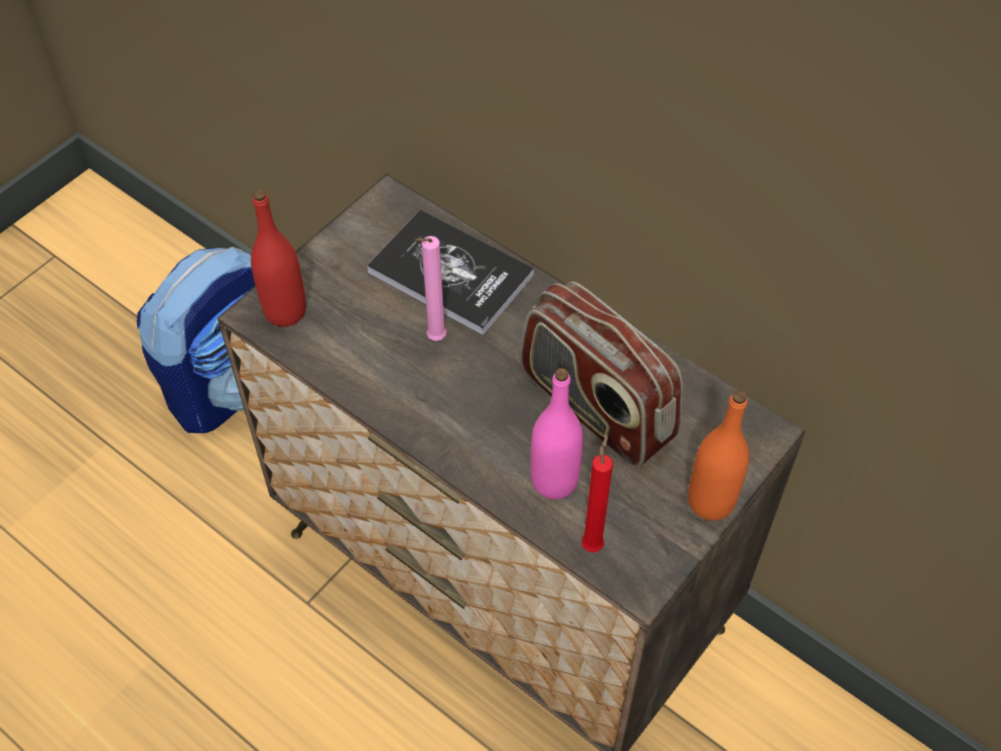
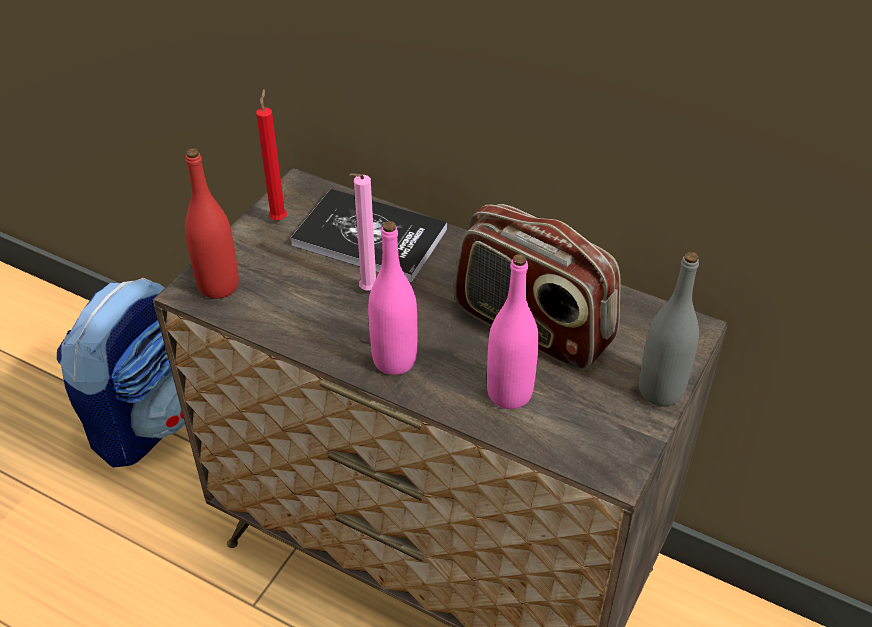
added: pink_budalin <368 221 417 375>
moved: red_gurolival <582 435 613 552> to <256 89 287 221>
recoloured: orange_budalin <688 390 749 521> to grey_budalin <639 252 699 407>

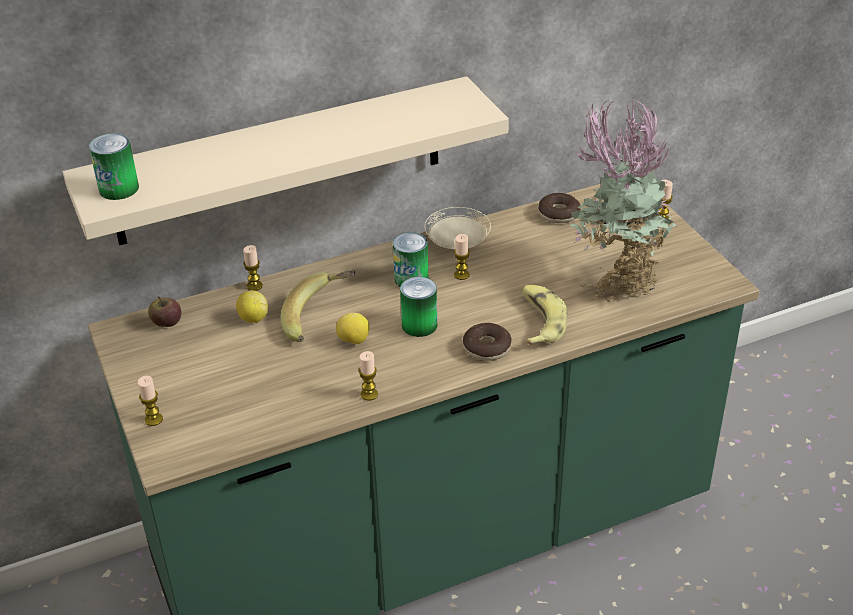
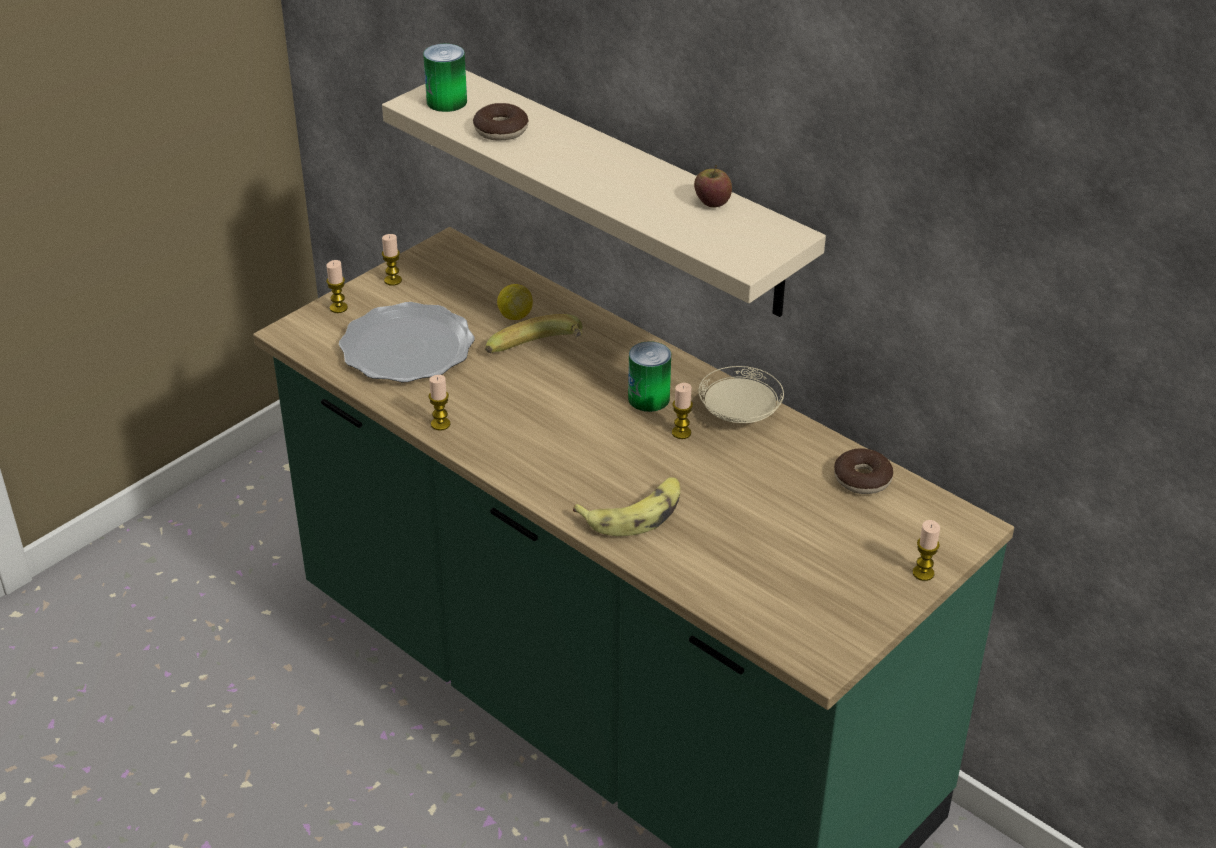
removed: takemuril <336 313 369 345>; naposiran <400 277 437 337>; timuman <570 98 677 302>
added: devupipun <339 302 474 382>
moved: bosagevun <148 296 181 327> to <694 165 732 208>; gurolival <243 245 263 291> to <382 234 402 286>; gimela <463 323 512 361> to <473 103 529 140>

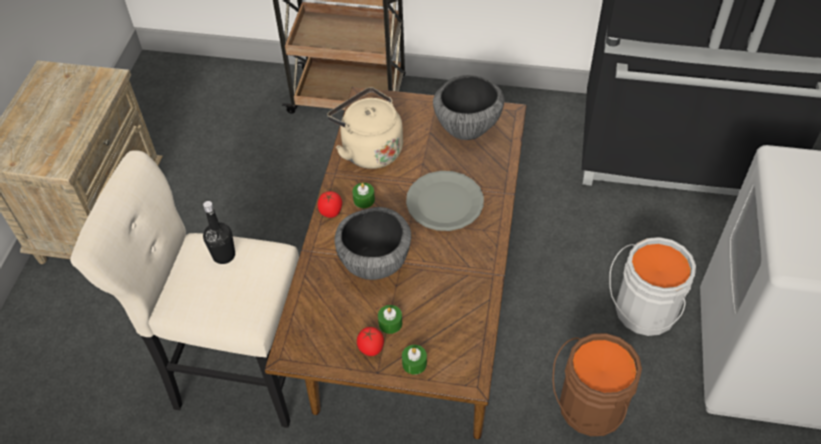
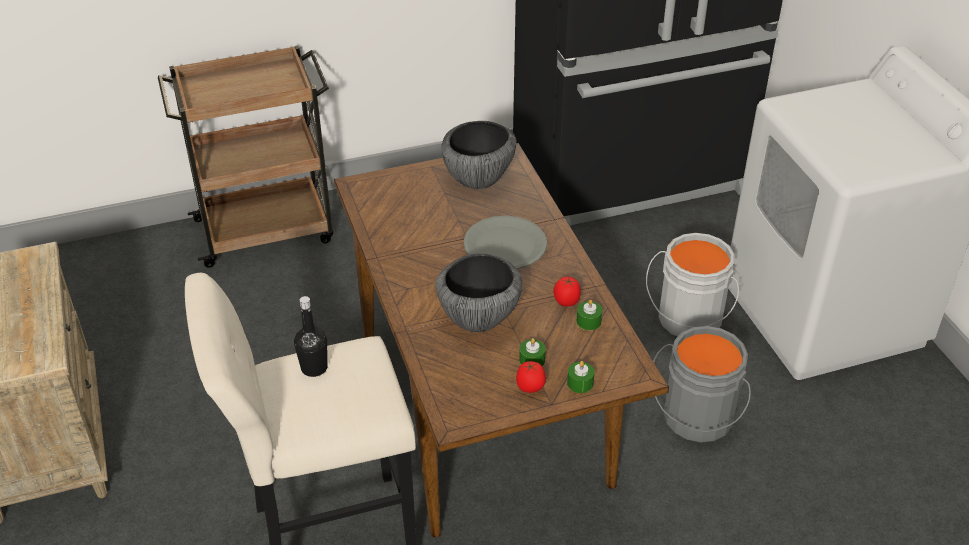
removed: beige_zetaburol <327 87 403 169>
moved: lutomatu <318 191 342 218> to <553 276 581 307>; green_gurolival <352 183 375 208> to <576 299 602 330>
recoloured: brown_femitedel <553 333 642 436> to grey_femitedel <653 326 751 442>

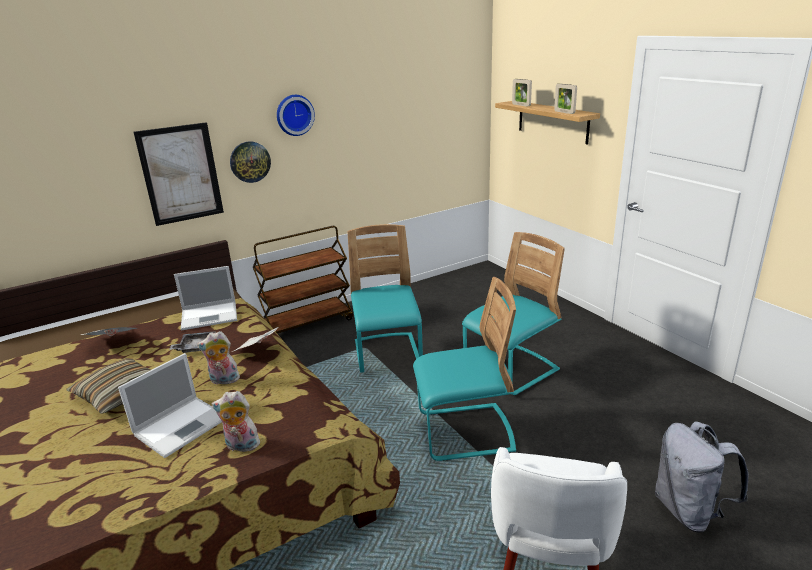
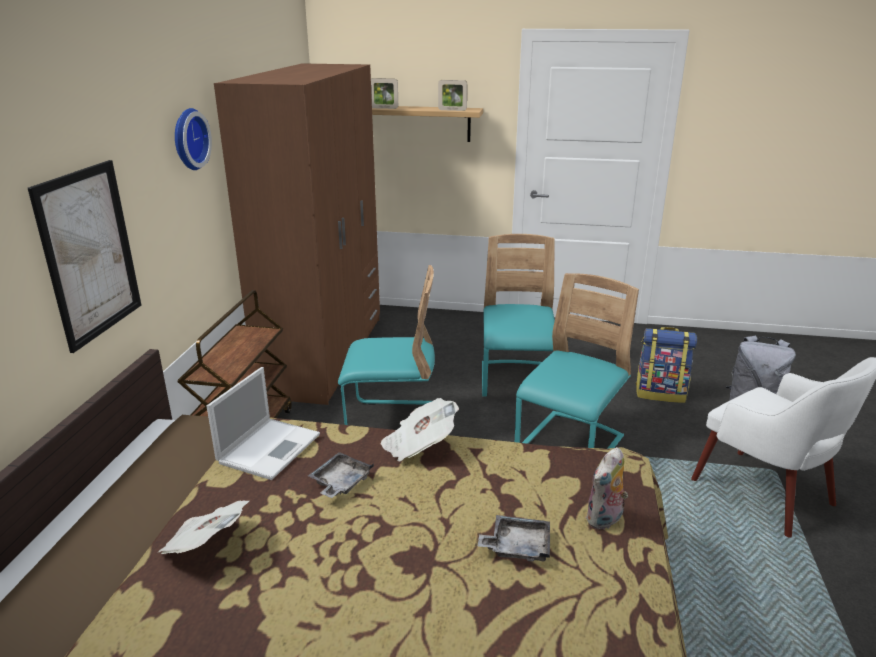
removed: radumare <66 358 151 414>; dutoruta <197 331 241 385>; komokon <230 141 271 183>
added: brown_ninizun <214 63 380 405>; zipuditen <636 327 697 403>
replaced: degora <118 353 222 458> to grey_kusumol <478 515 550 561>
turned: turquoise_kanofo <347 224 423 373> = <338 265 435 425> 150 degrees clockwise

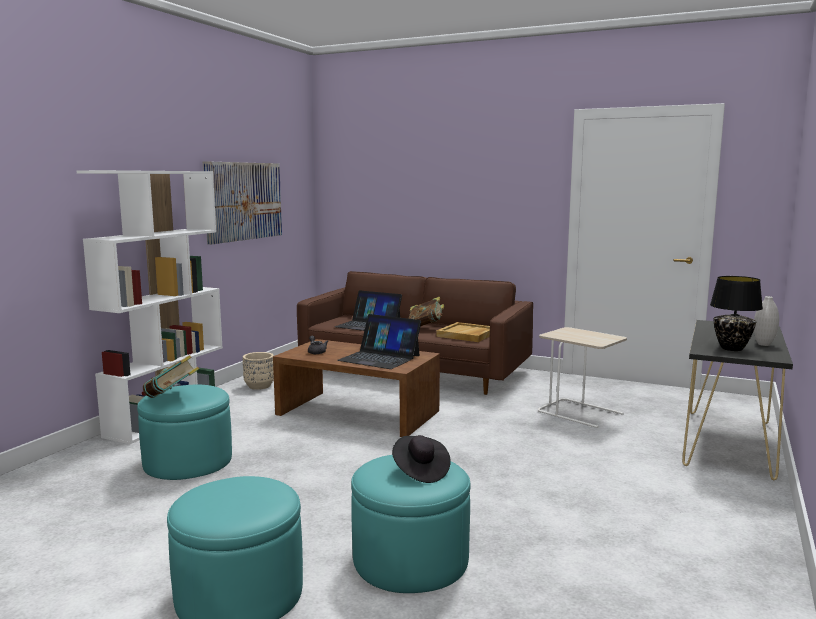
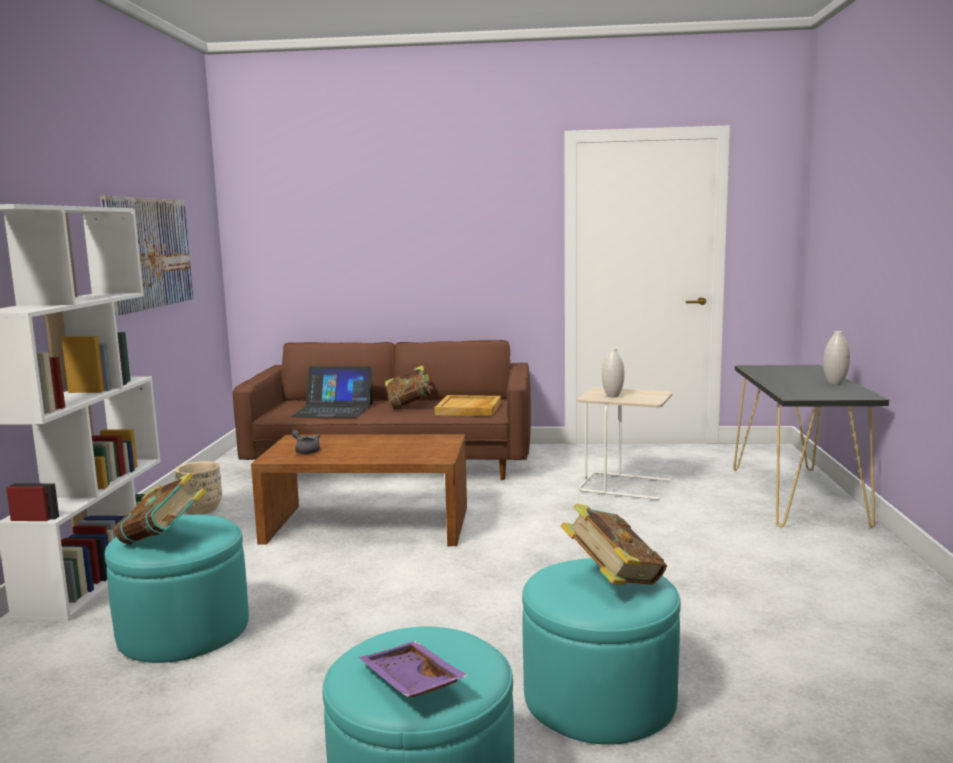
removed: degora <337 314 421 369>; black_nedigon <710 276 763 351>
added: purple_kusumol <359 641 468 697>; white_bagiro <602 347 624 397>
replaced: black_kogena <392 435 451 483> to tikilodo <561 504 667 585>

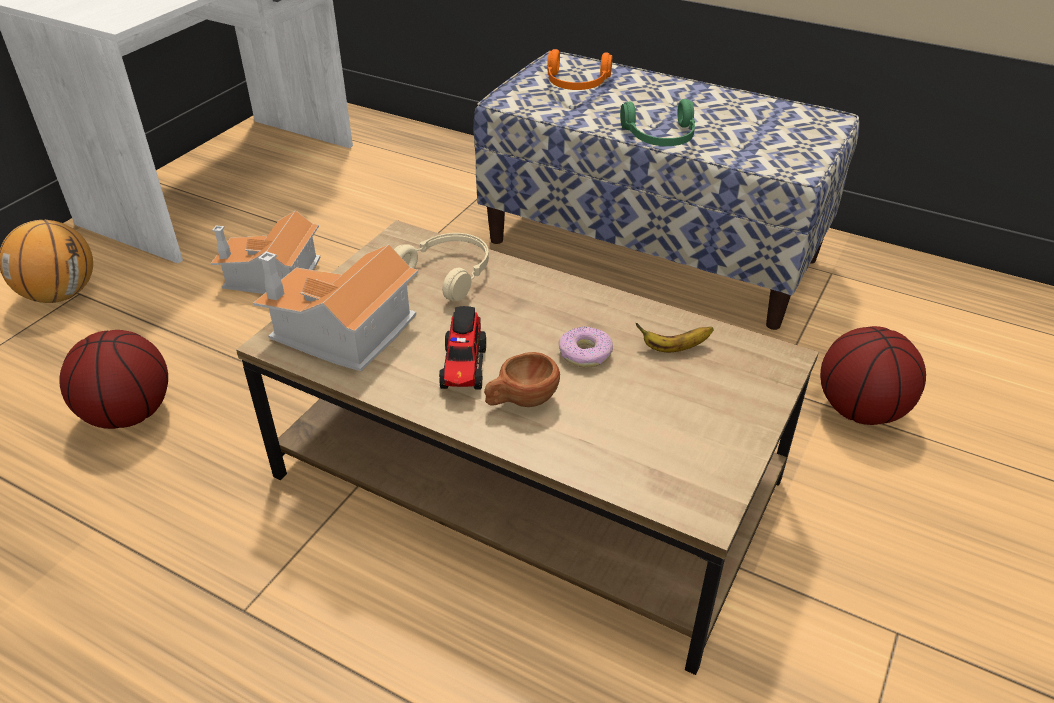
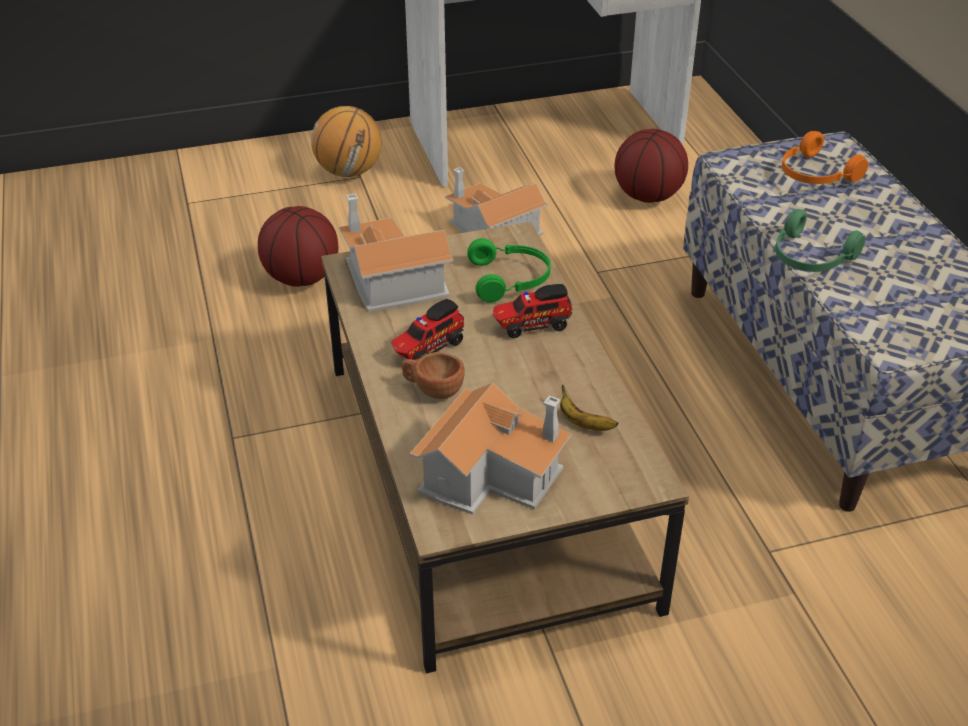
removed: gimela <558 326 613 368>
added: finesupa <410 383 572 515>; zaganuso <493 284 573 338>
moved: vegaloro <820 326 926 425> to <614 129 688 203>
recoloured: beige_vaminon <394 233 489 301> to green_vaminon <467 238 551 303>

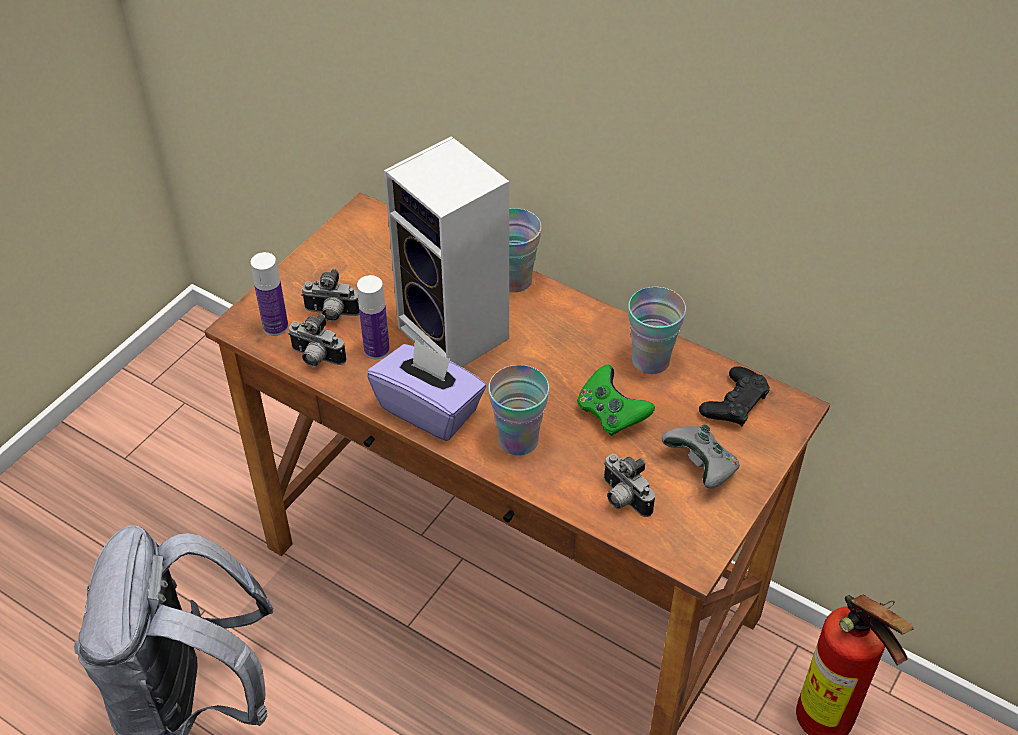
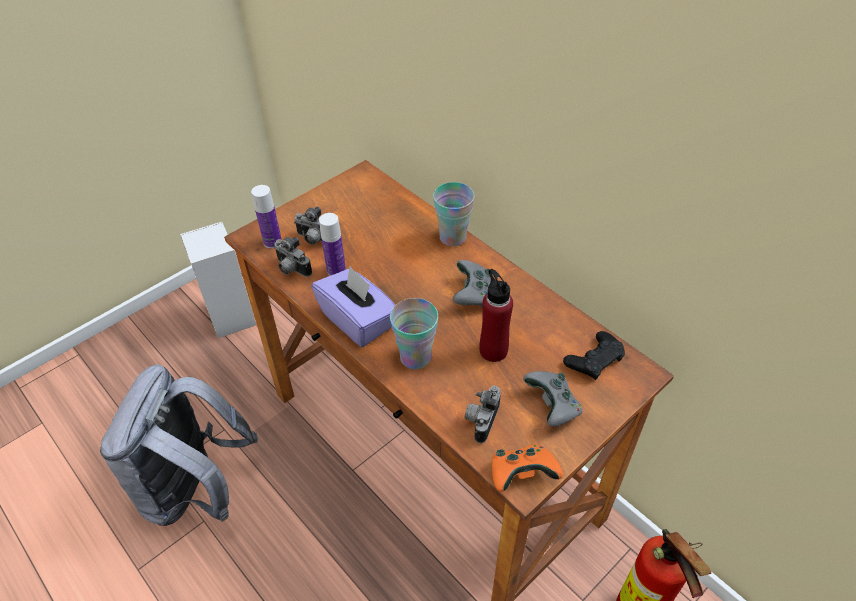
removed: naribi <628 287 686 374>
added: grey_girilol <453 260 493 307>; orange_girilol <492 444 563 492>
moved: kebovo <384 136 509 367> to <180 222 256 338>
replaced: green_girilol <577 365 655 436> to red_budalin <479 269 513 362>
turned: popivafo <604 454 655 517> = <465 385 501 443> 45 degrees clockwise

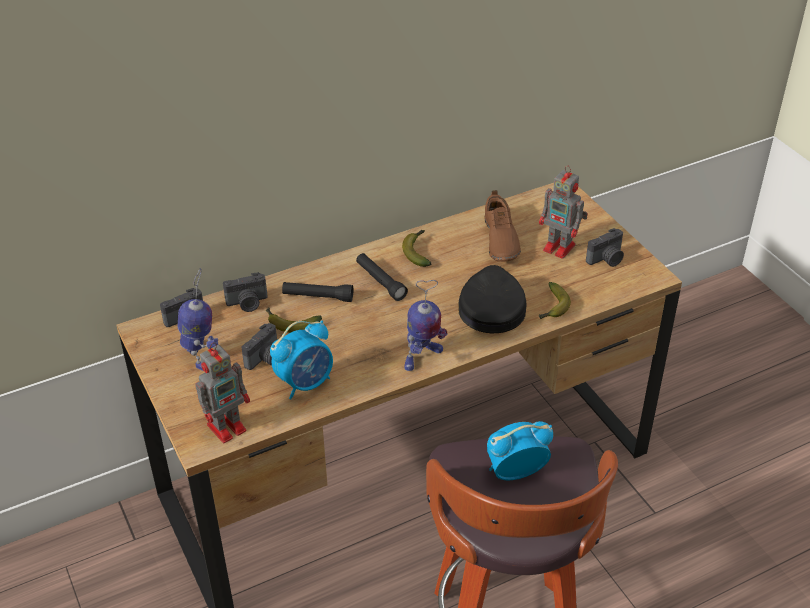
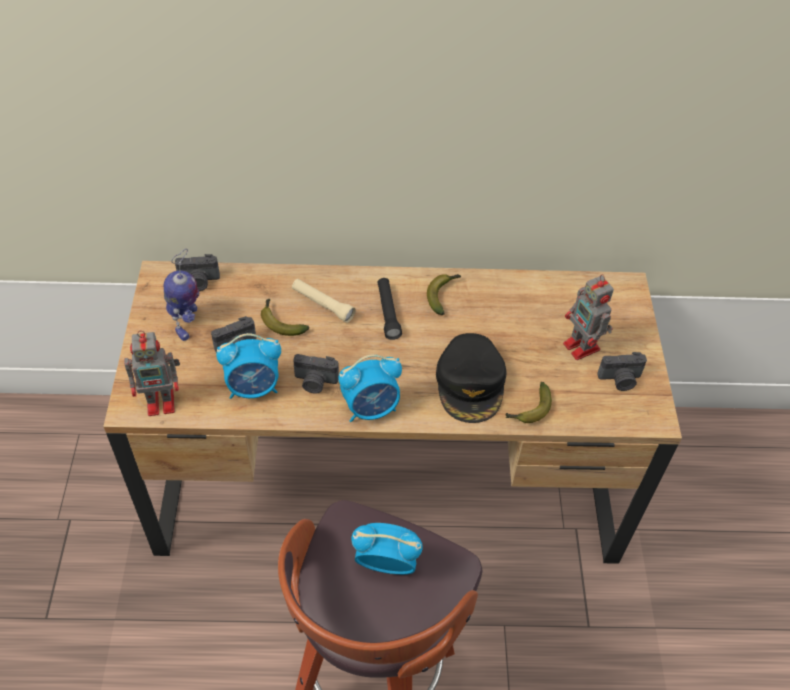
removed: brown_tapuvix <485 190 521 262>
moved: popivafo <223 272 268 312> to <293 354 339 394>
replaced: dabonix <405 280 447 371> to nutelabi <338 355 402 422>
recoloured: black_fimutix <282 282 353 302> to beige_fimutix <292 279 356 323>
turned: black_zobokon <458 265 527 333> = <436 333 507 423> 150 degrees clockwise

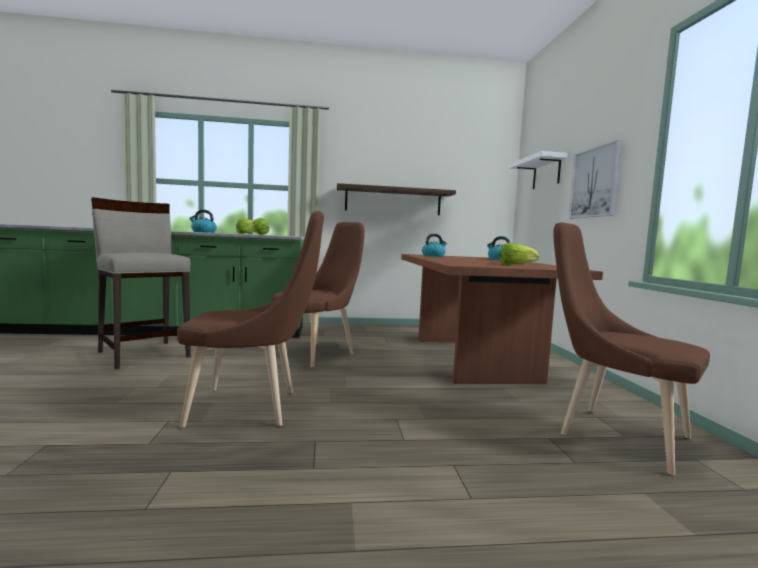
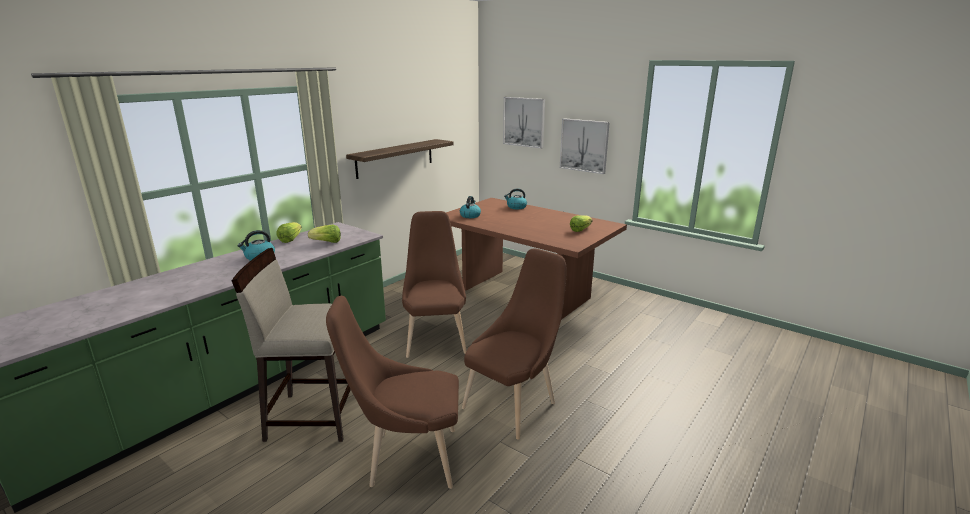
moved: brown_kanofo <553 222 710 475> to <326 296 459 489>
replaced: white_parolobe <509 151 567 189> to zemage <503 97 545 148>

